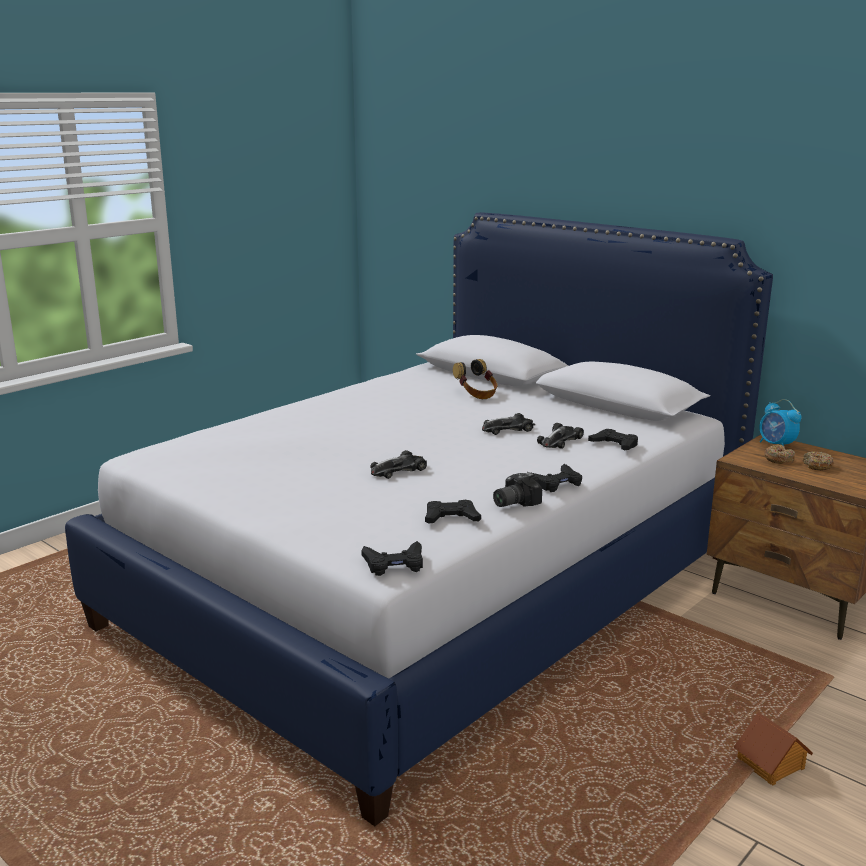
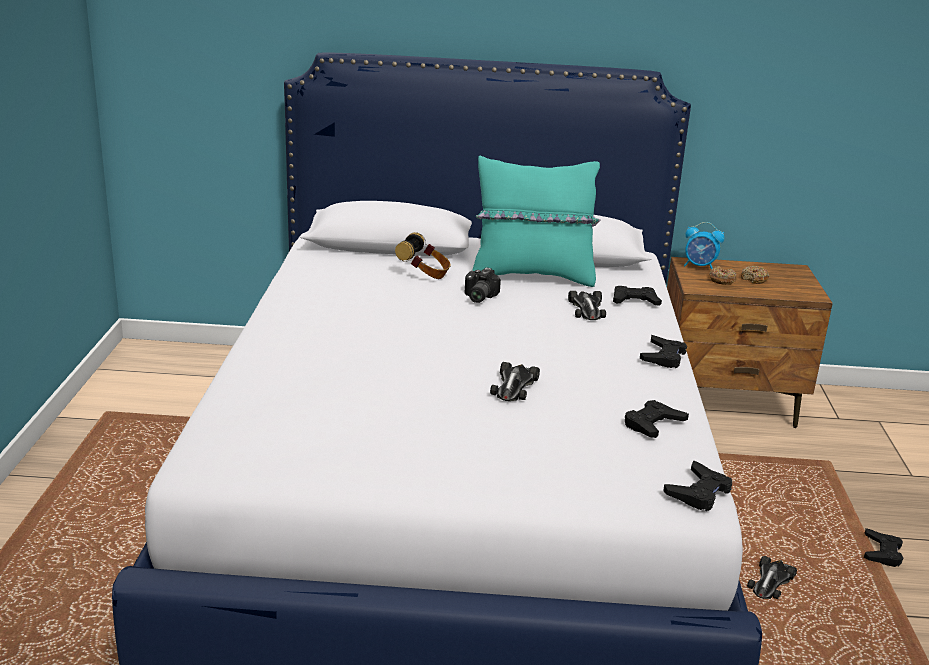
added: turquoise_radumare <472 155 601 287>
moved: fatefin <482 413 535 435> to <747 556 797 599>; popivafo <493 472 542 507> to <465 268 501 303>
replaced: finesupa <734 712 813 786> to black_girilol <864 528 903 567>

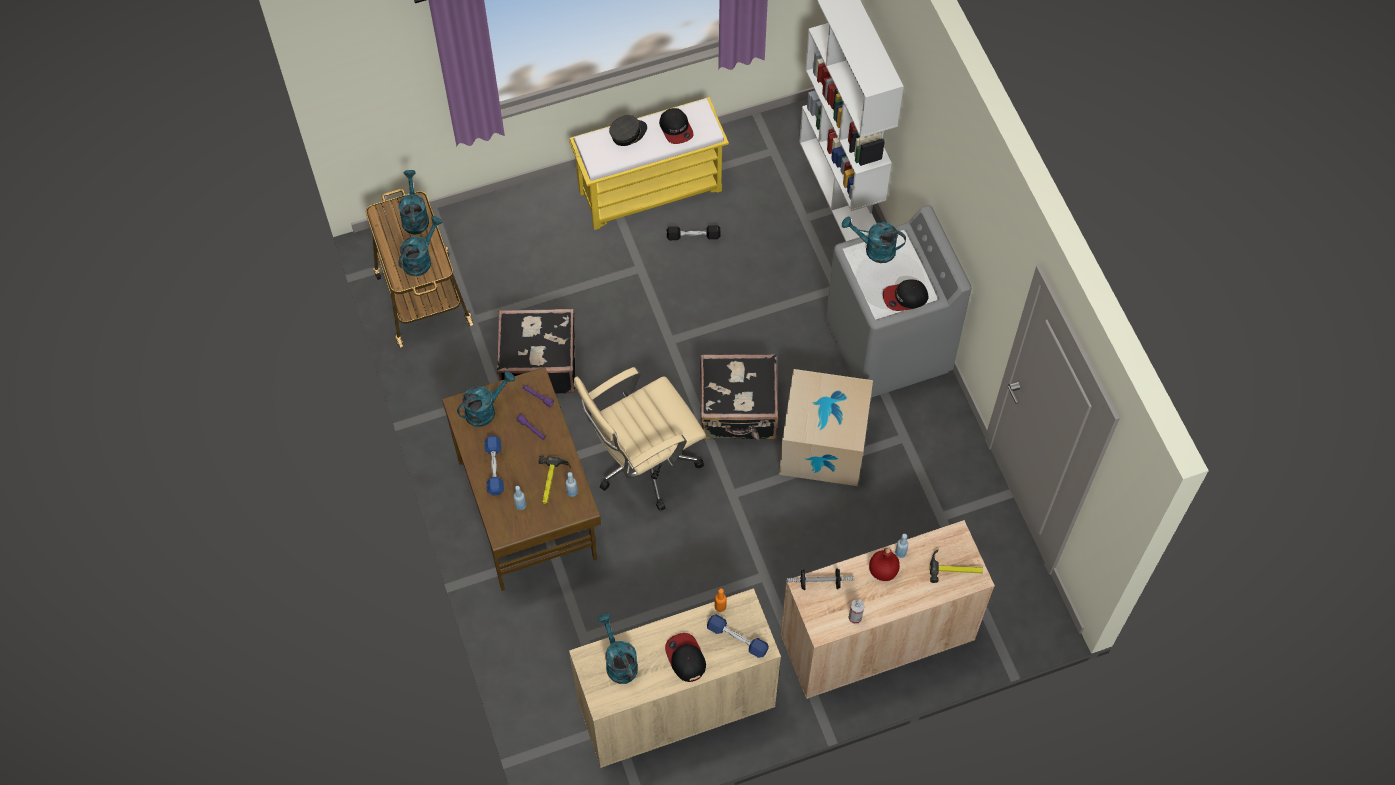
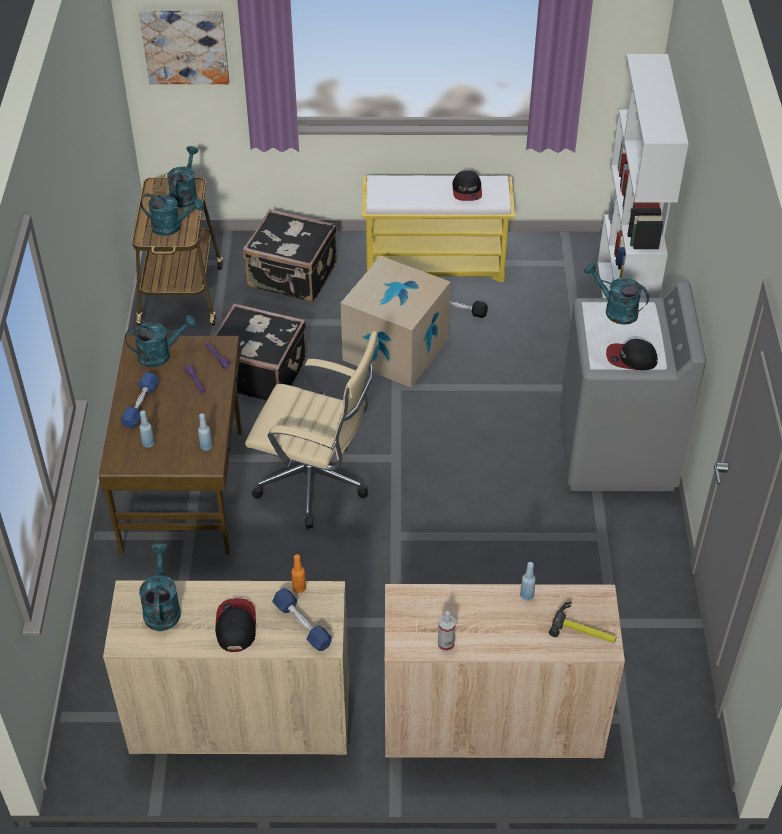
removed: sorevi <539 456 571 504>; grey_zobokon <609 115 647 146>; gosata <787 568 854 590>; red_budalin <869 548 900 581>
added: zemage <139 11 229 84>
moved: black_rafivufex <700 354 778 440> to <243 209 337 302>; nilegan <779 369 873 486> to <341 256 450 388>
turned: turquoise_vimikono <398 216 443 276> = <140 194 204 236> 45 degrees clockwise; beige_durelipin <574 367 706 511> = <245 331 378 529> 150 degrees counterclockwise

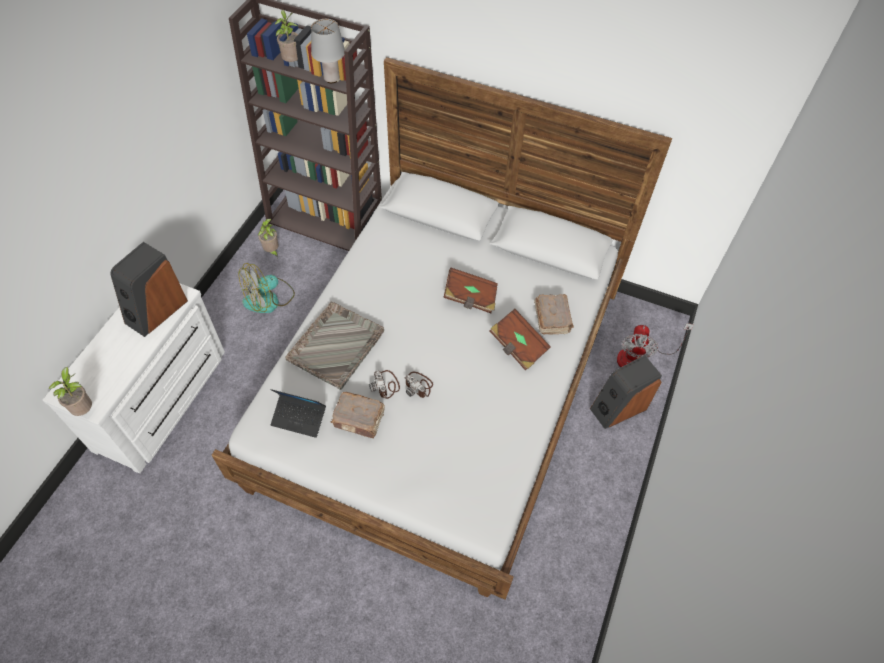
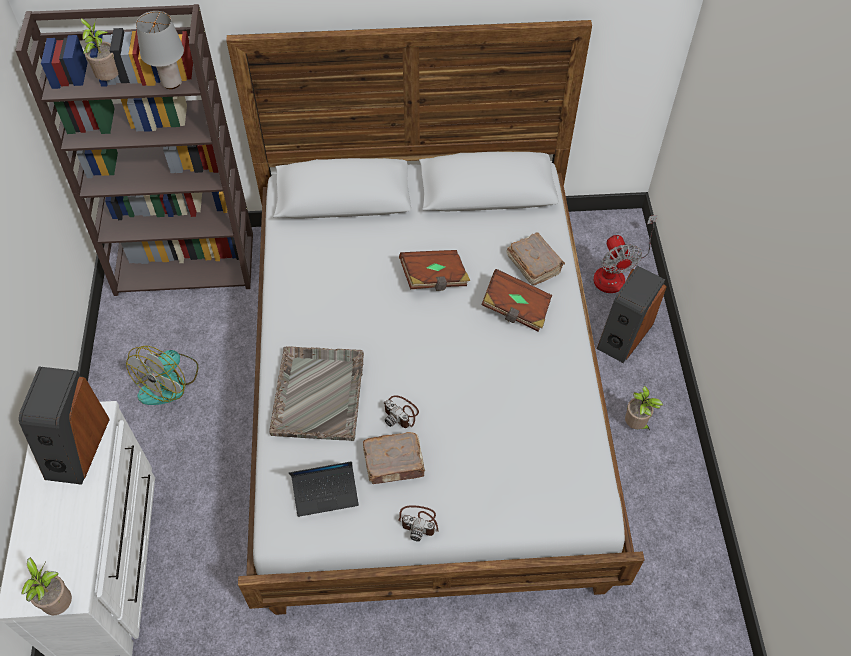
moved: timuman <258 219 279 258> to <625 386 663 430>; popivafo <404 372 433 398> to <398 505 439 541>

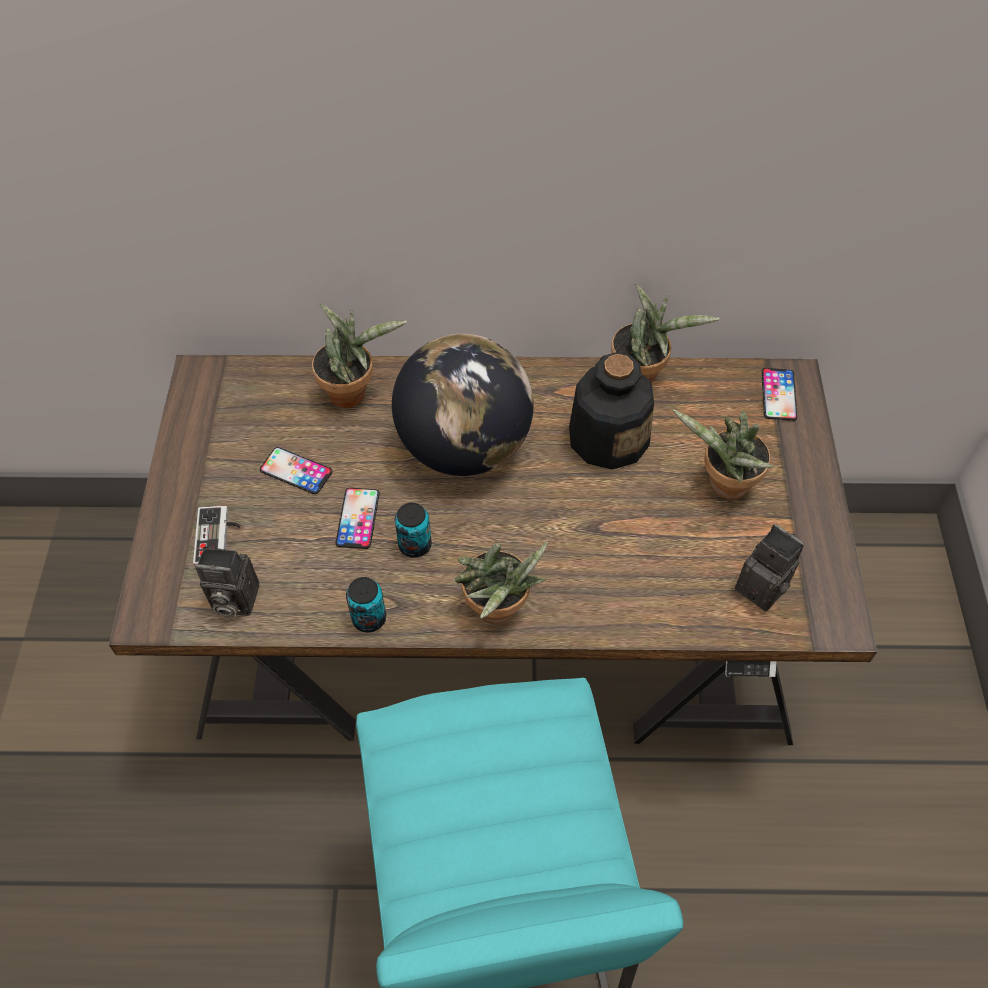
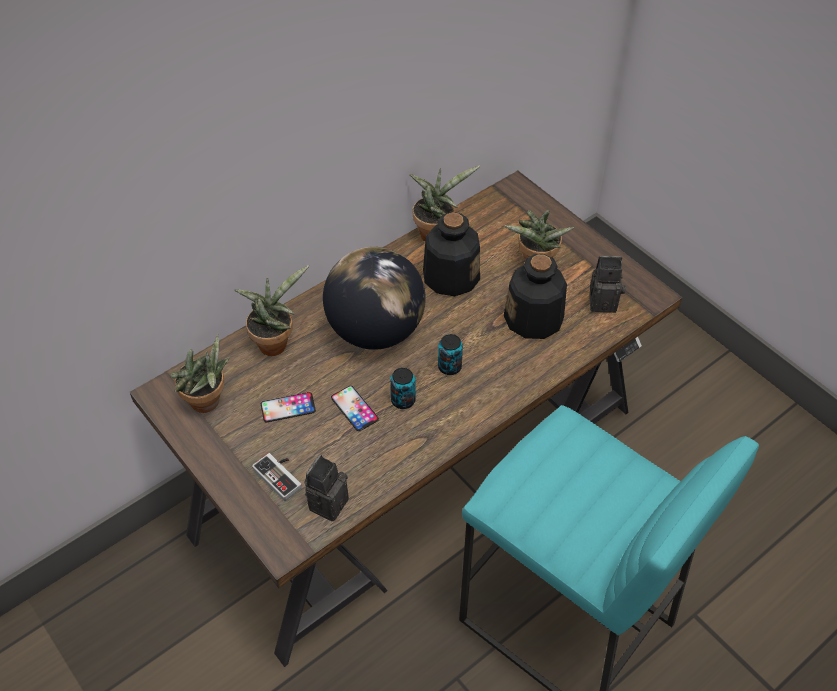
removed: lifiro <762 368 797 421>
added: budalin <504 254 567 339>
moved: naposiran <346 577 386 632> to <438 334 463 375>; timuman <454 542 548 624> to <170 334 230 413>
turned: popivafo <195 547 259 617> = <305 454 349 521> 150 degrees clockwise

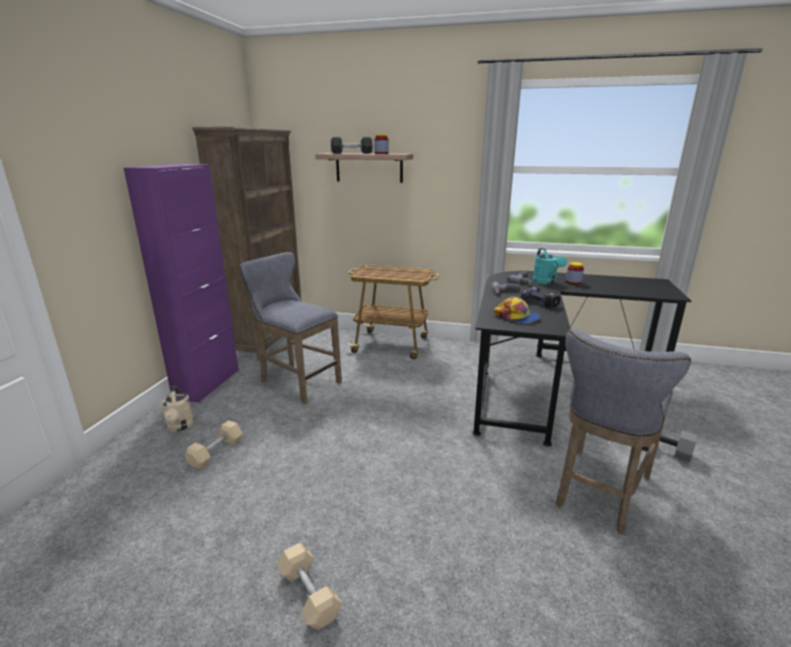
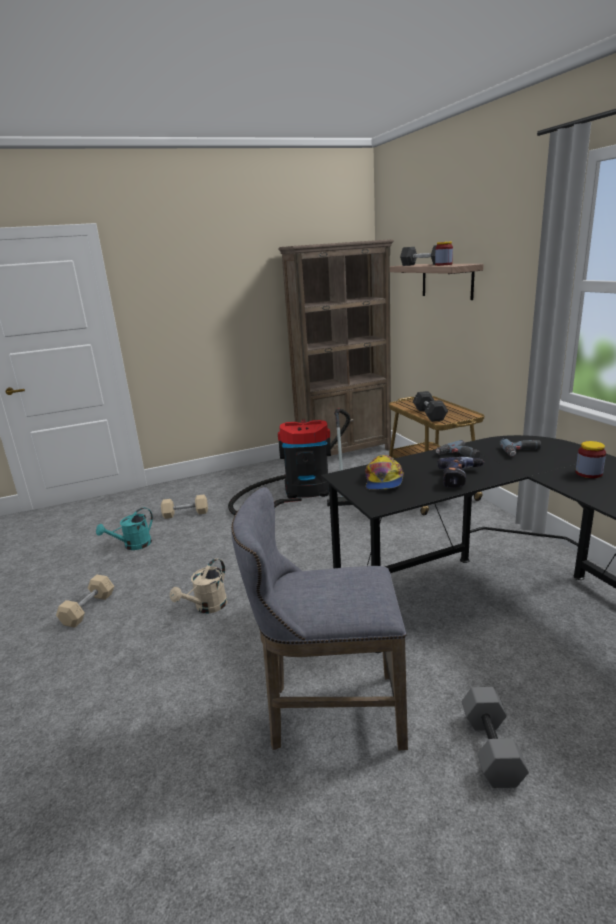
removed: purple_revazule <124 164 239 403>
added: grey_gosata <413 391 448 422>
moved: beige_vimikono <161 386 194 432> to <170 558 227 613>; turquoise_vimikono <532 248 567 285> to <96 507 153 550>
replaced: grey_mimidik <239 252 342 404> to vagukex <228 409 352 516>

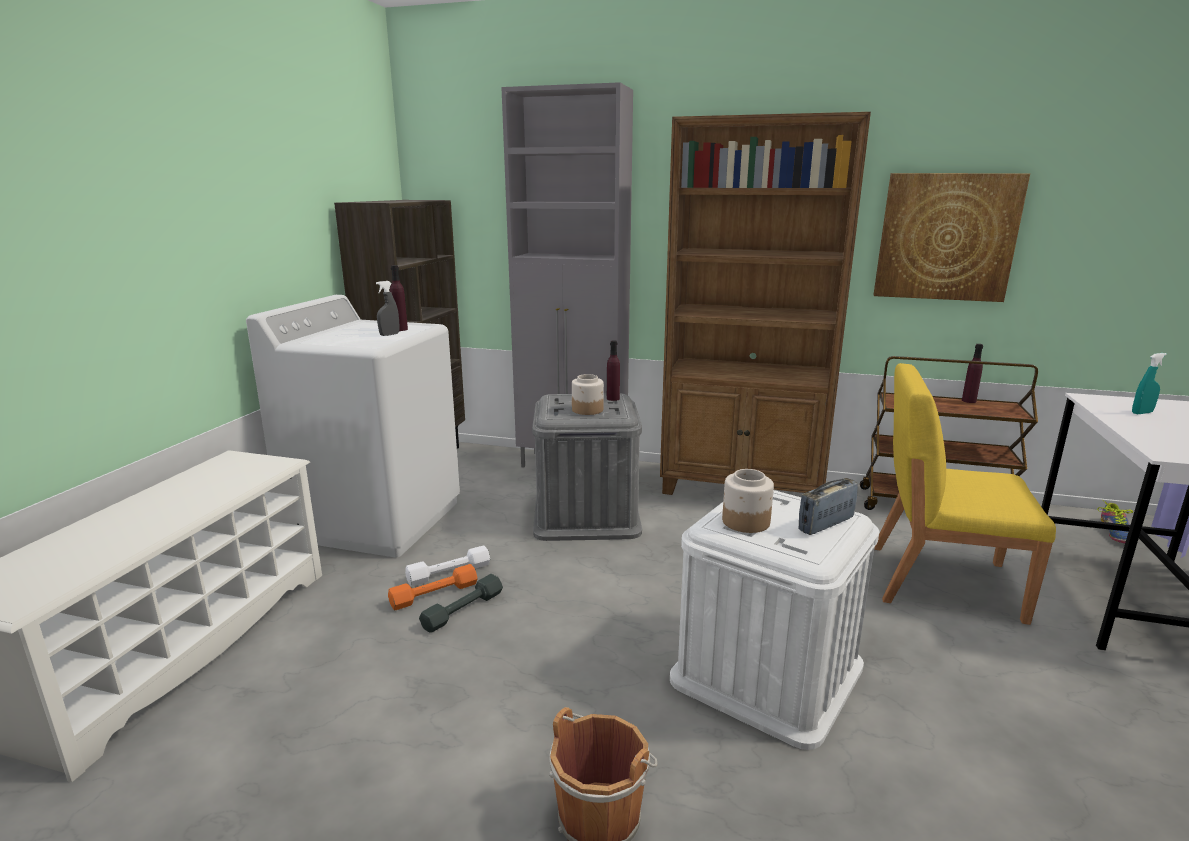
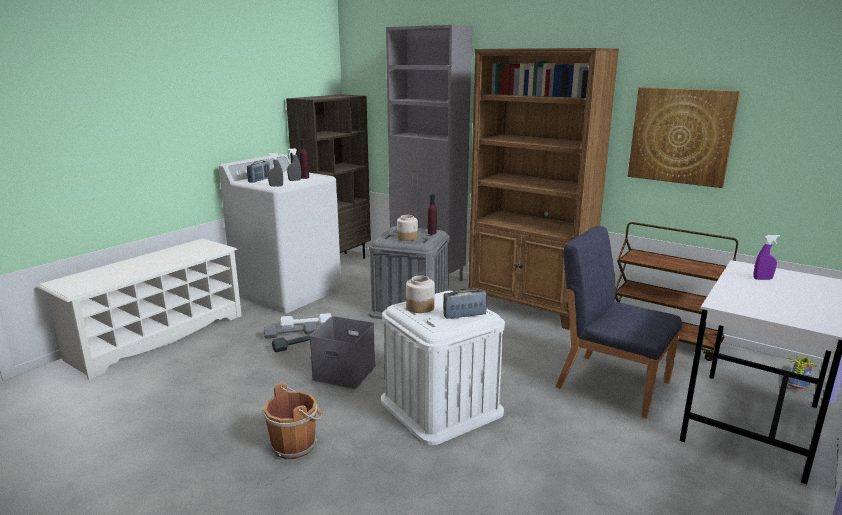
removed: purple_budalin <962 344 983 403>
added: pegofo <247 161 270 183>; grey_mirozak <268 153 283 187>; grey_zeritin <309 316 376 389>
recoloured: orange_gosata <388 564 478 611> to grey_gosata <264 321 317 339>; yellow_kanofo <874 363 1056 625> to blue_kanofo <555 226 682 419>; turquoise_mirozak <1132 353 1167 415> to purple_mirozak <754 235 780 280>

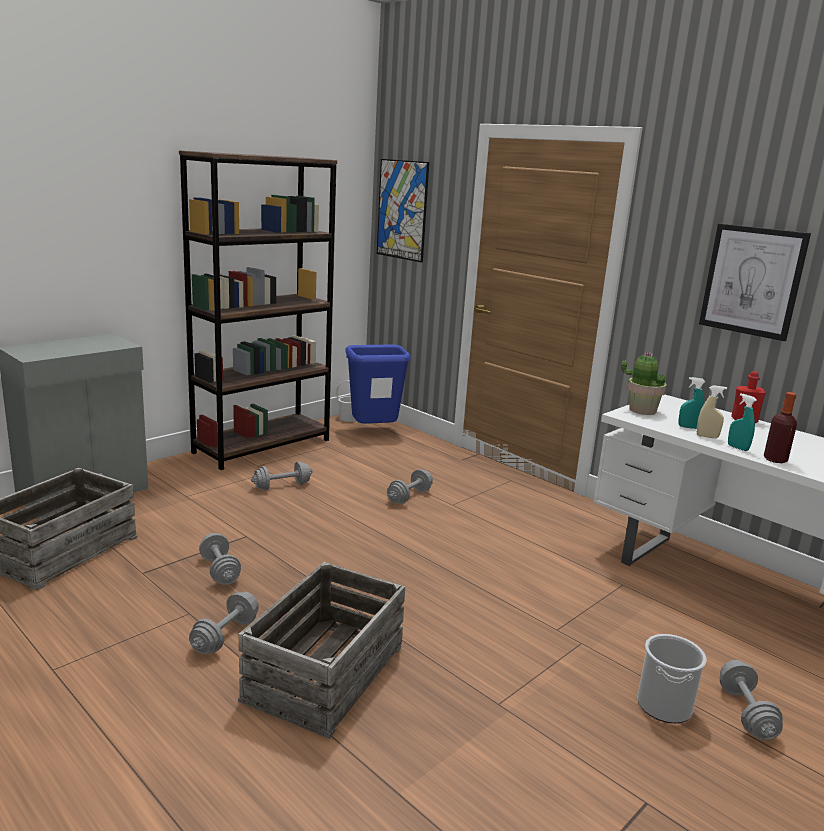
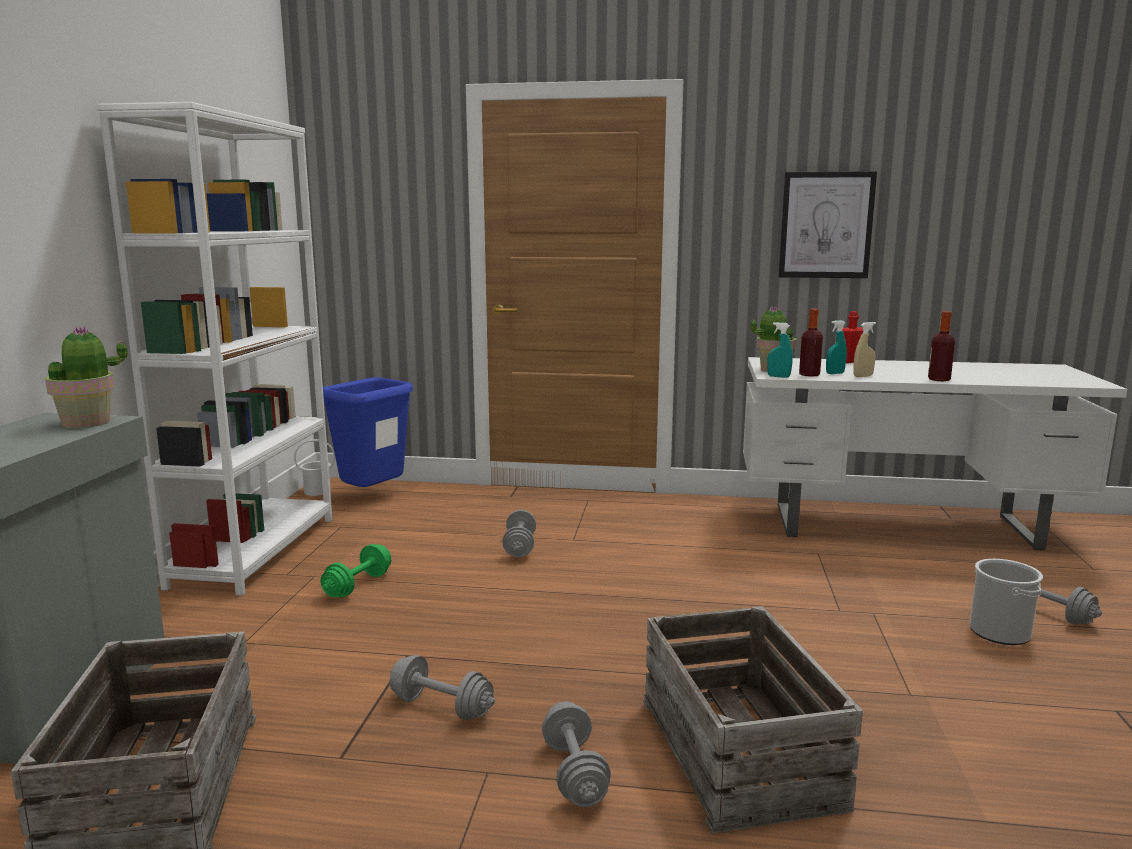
removed: zemage <377 159 429 263>
added: timuman <45 326 128 428>; budalin <799 309 823 377>
moved: turquoise_mirozak <728 393 757 451> to <767 322 793 378>
recoloured: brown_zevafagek <179 150 337 470> to white_zevafagek <97 102 332 596>; grey_gosata <251 462 313 490> to green_gosata <320 544 392 597>

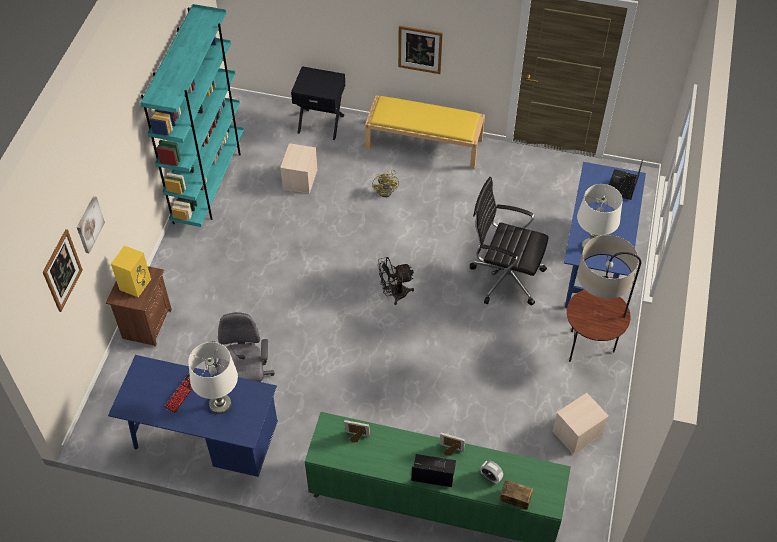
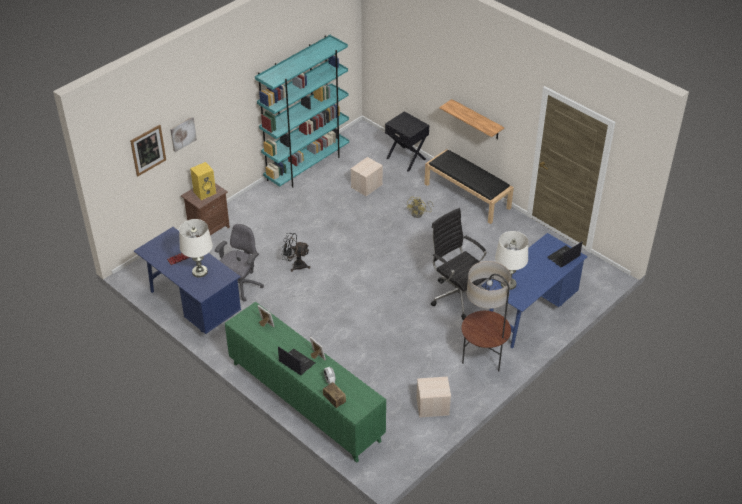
moved: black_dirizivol <378 257 414 305> to <281 233 310 272>
replaced: zemage <398 25 443 74> to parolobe <439 99 504 139>
recoloured: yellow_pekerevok <365 95 485 169> to black_pekerevok <424 149 514 224>

